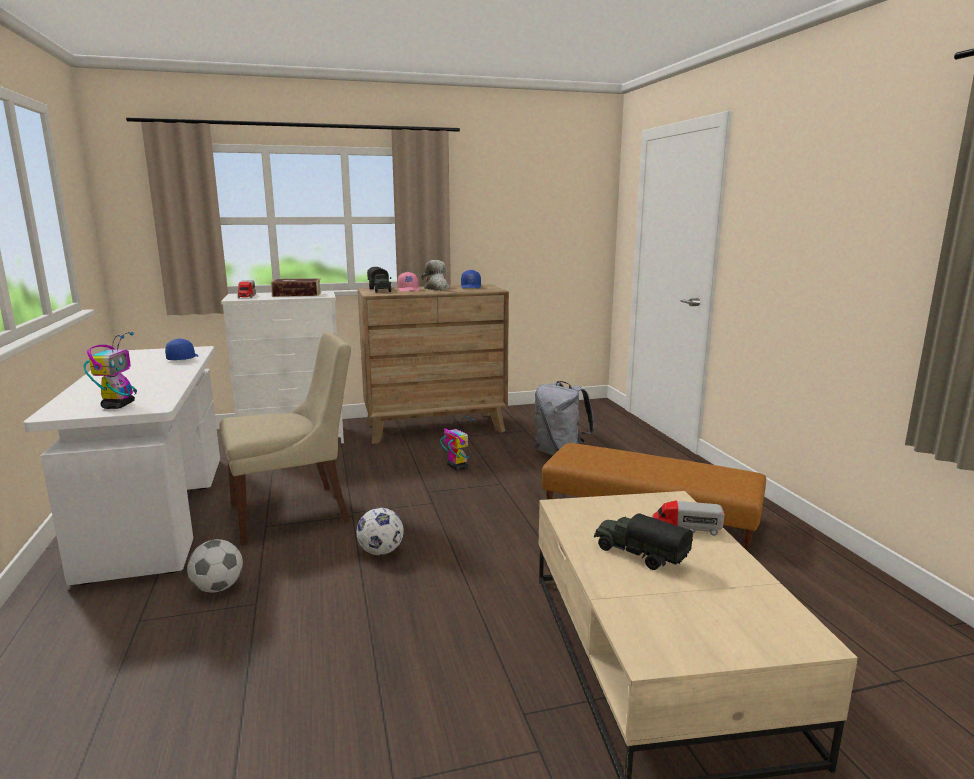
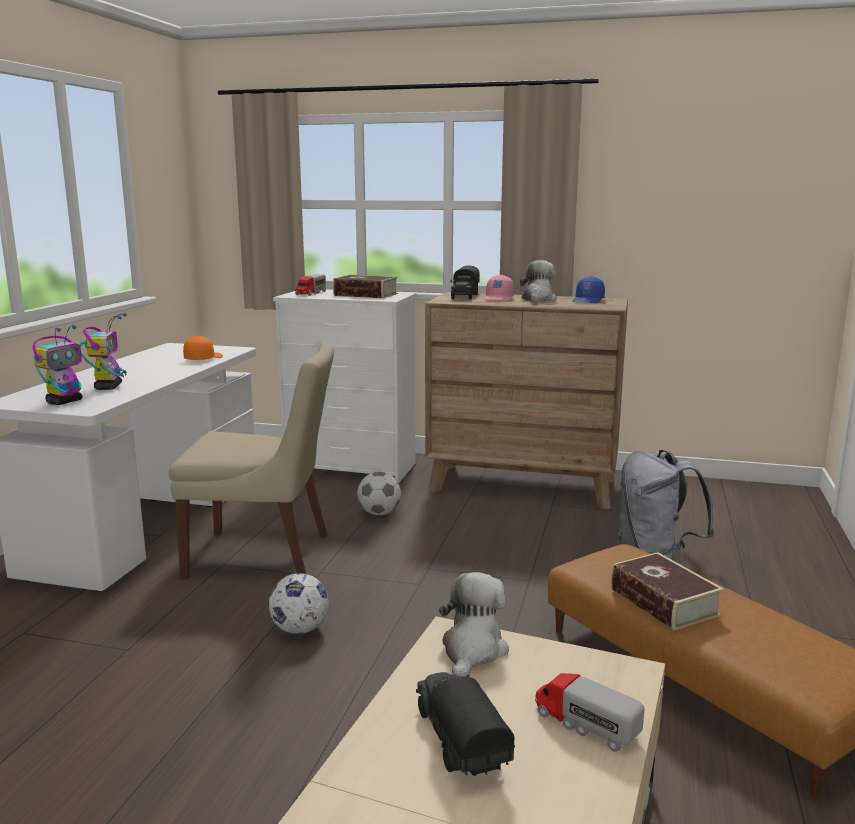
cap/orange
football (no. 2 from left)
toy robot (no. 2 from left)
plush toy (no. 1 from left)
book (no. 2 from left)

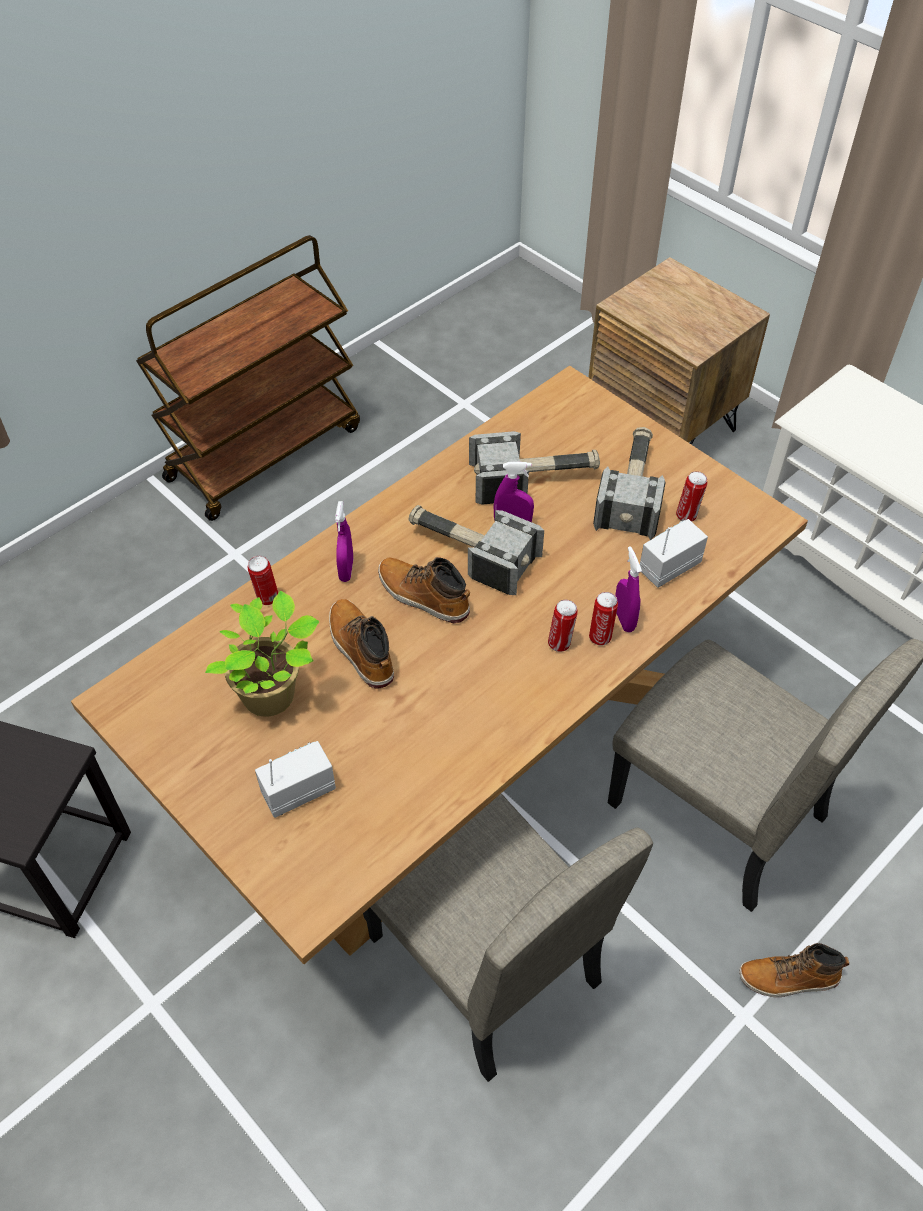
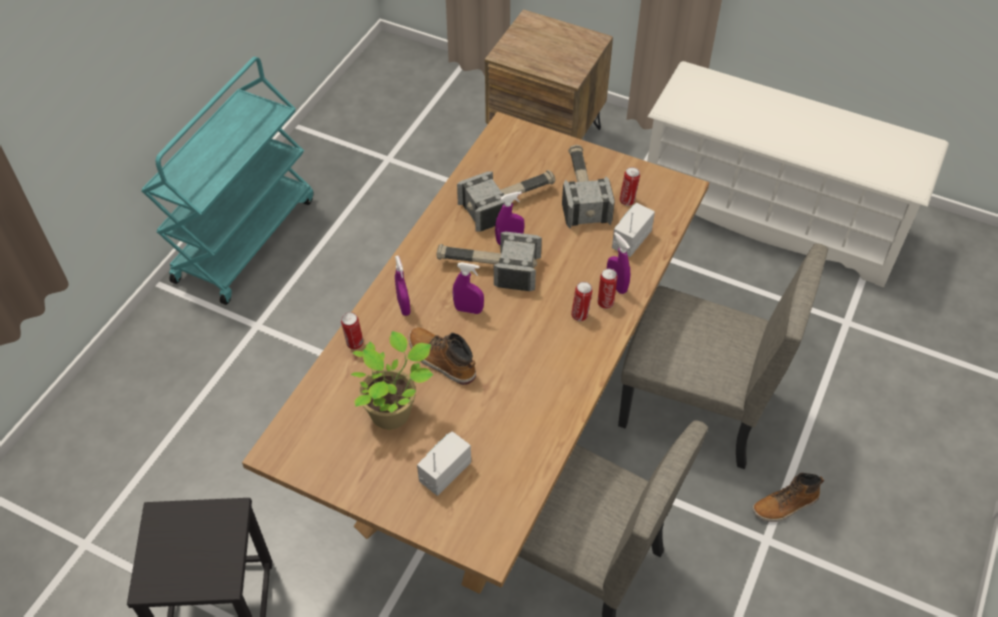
cart/turquoise
spray bottle/purple (no. 2 from left)

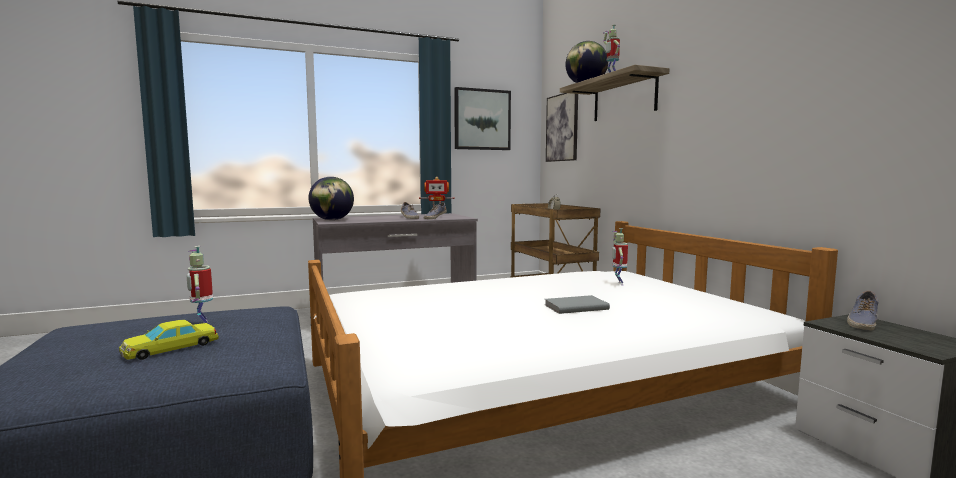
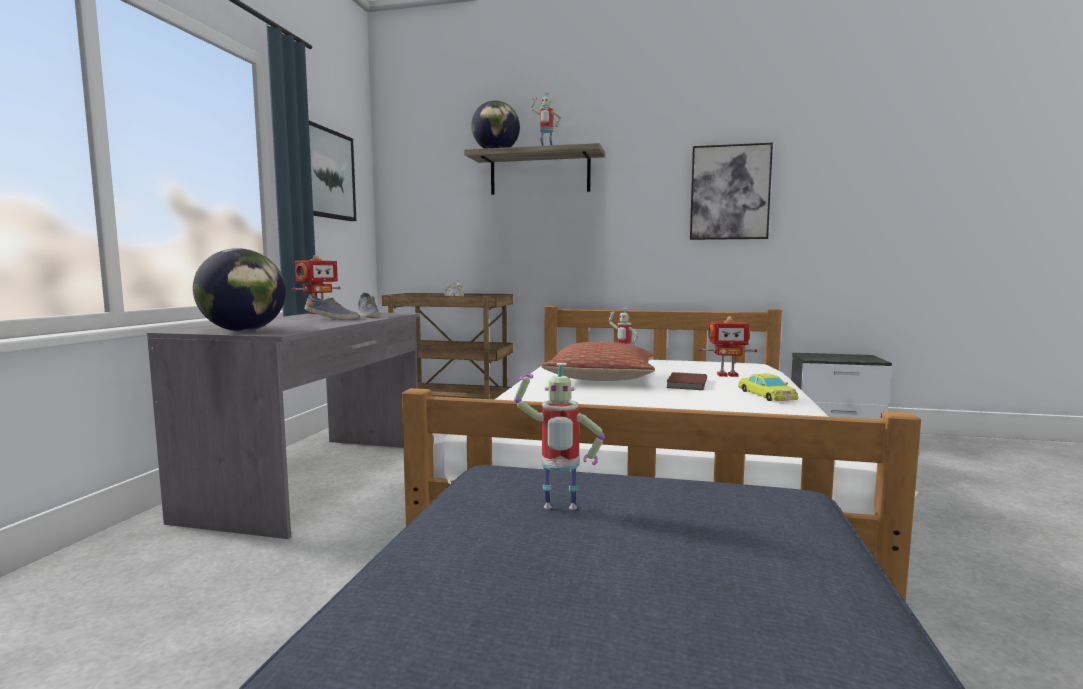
toy car/yellow
book/brown
picture (no. 2 from left)
shoe (no. 3 from left in the first image)
pillow
toy robot (no. 5 from left)

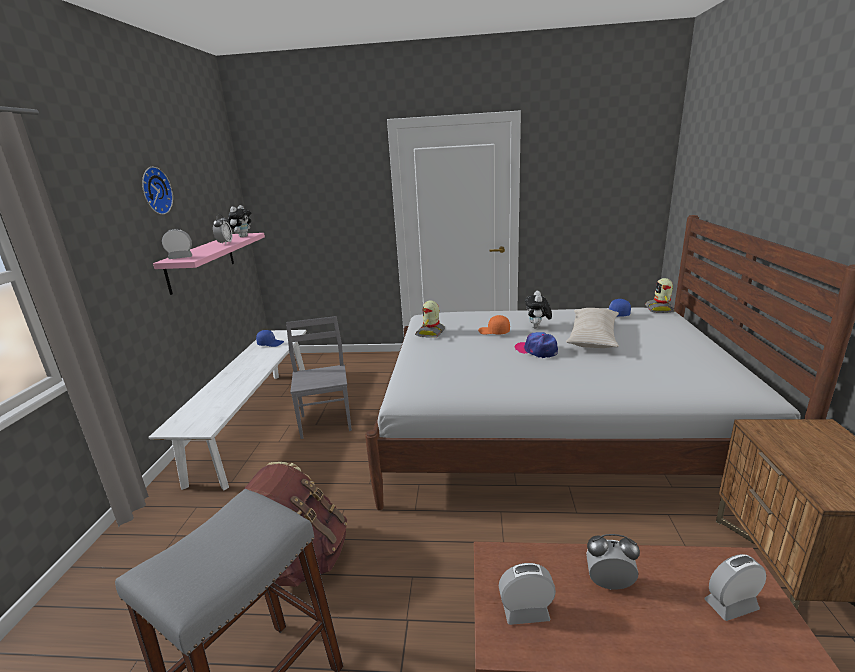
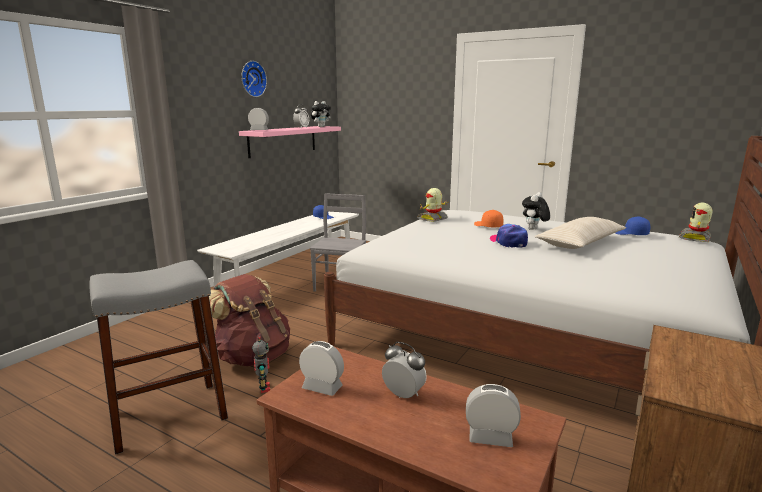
toy robot (no. 1 from left)

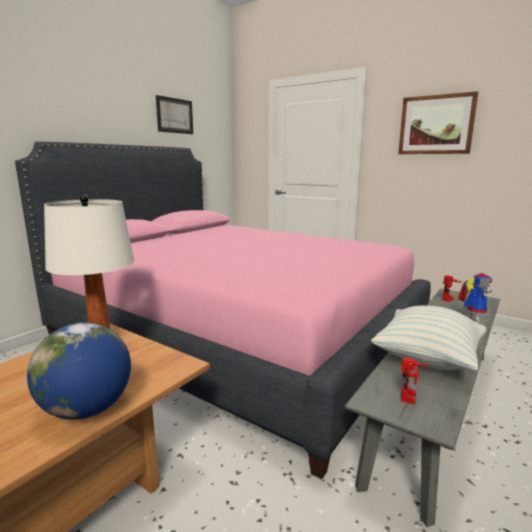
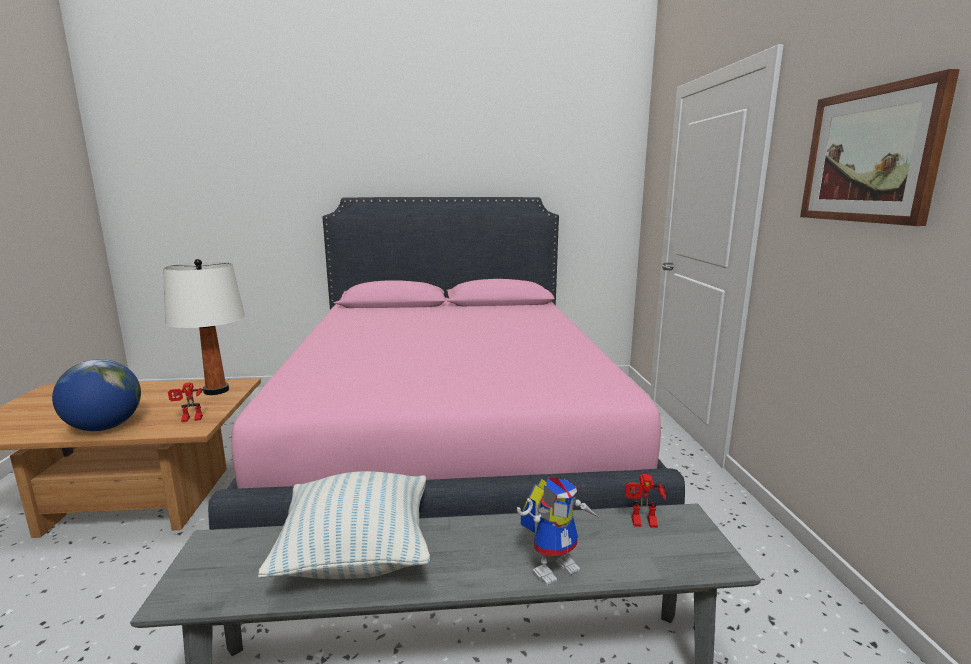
picture (no. 1 from left in the first image)
toy robot (no. 1 from left)

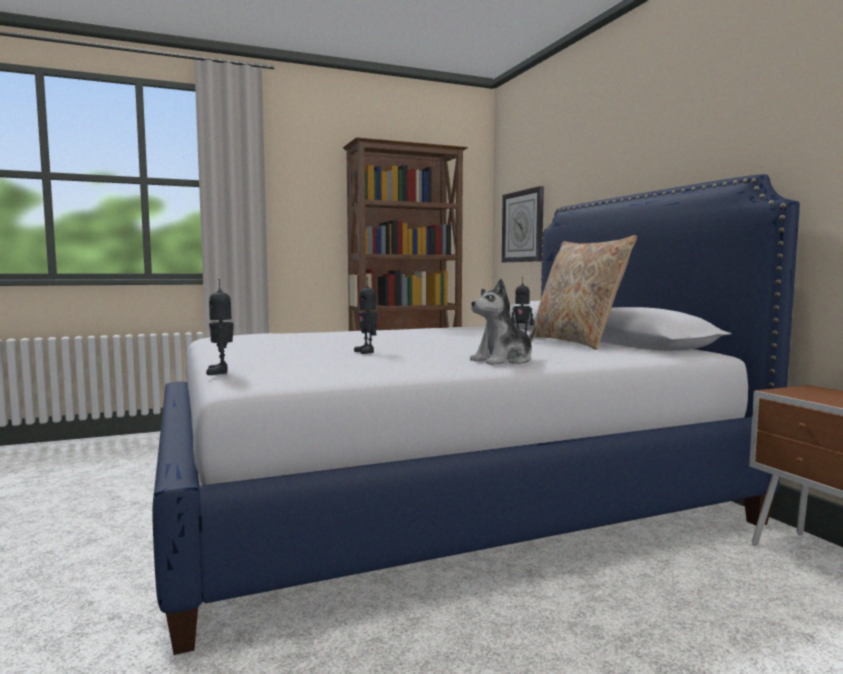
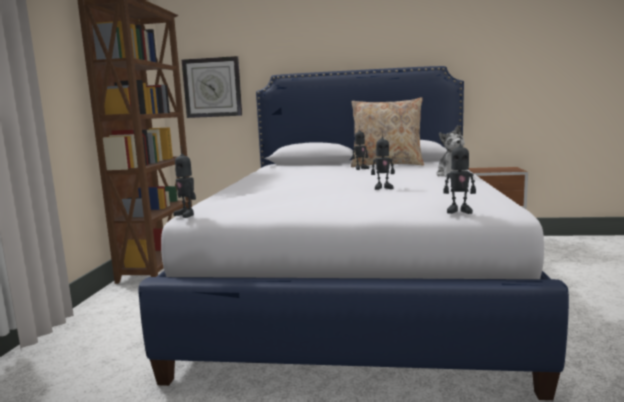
toy robot (no. 1 from left)

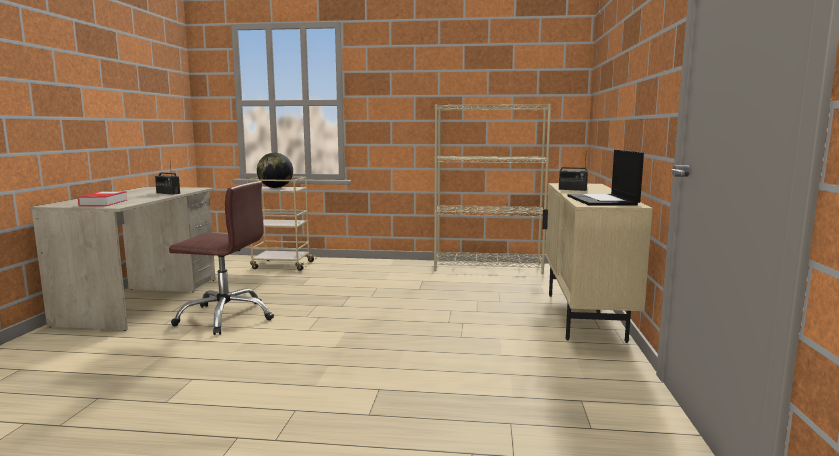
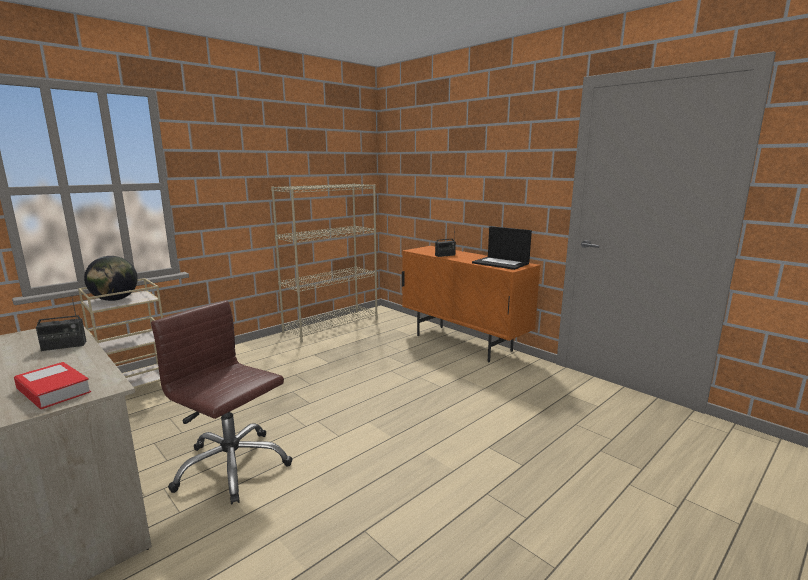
office chair/brown
cabinet/orange

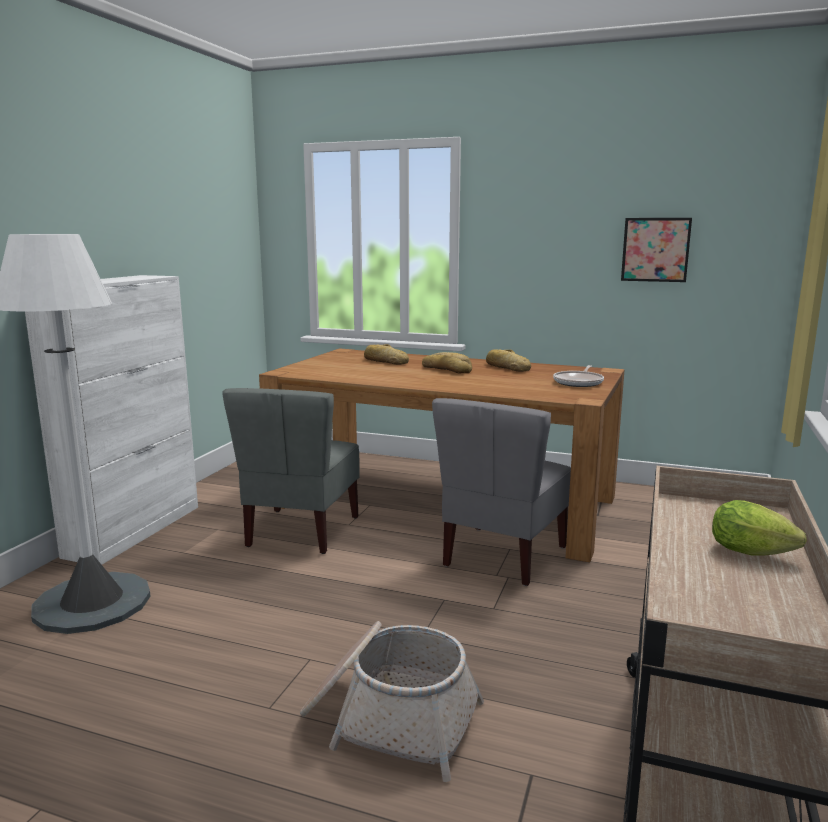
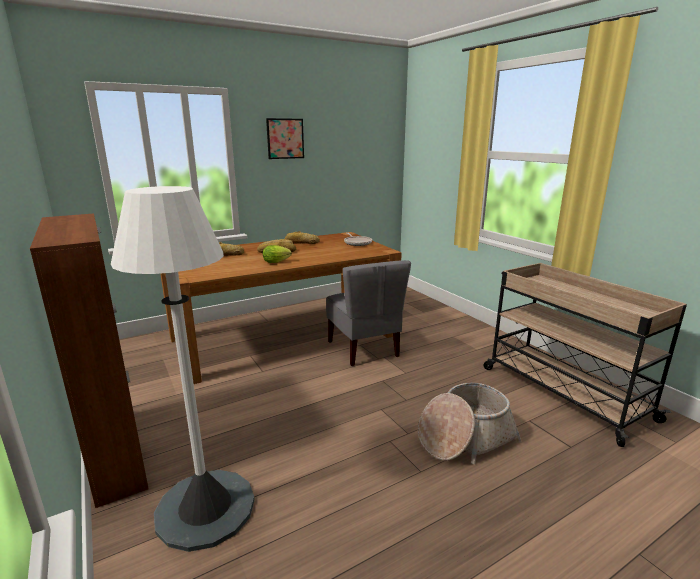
cabinet/brown
chair/grey (no. 1 from left in the first image)
picture
lettuce

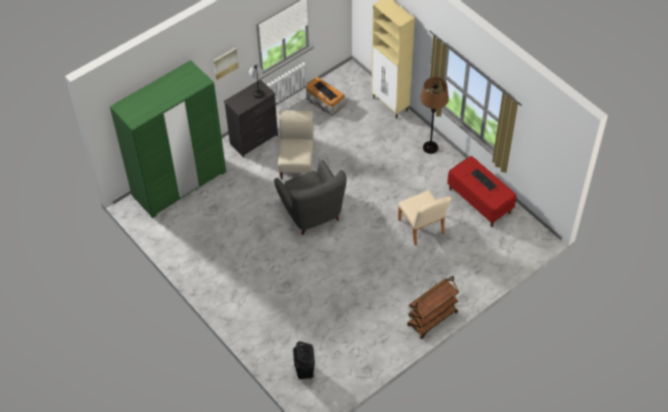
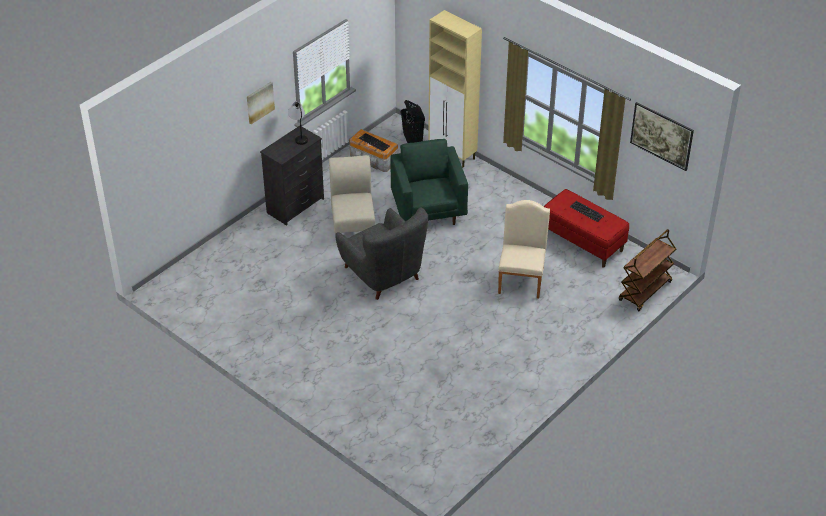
wardrobe/green
laundry basket/black
chair/beige (no. 2 from left)
cart/brown
floor lamp/brown
armchair/green
picture (no. 2 from left)

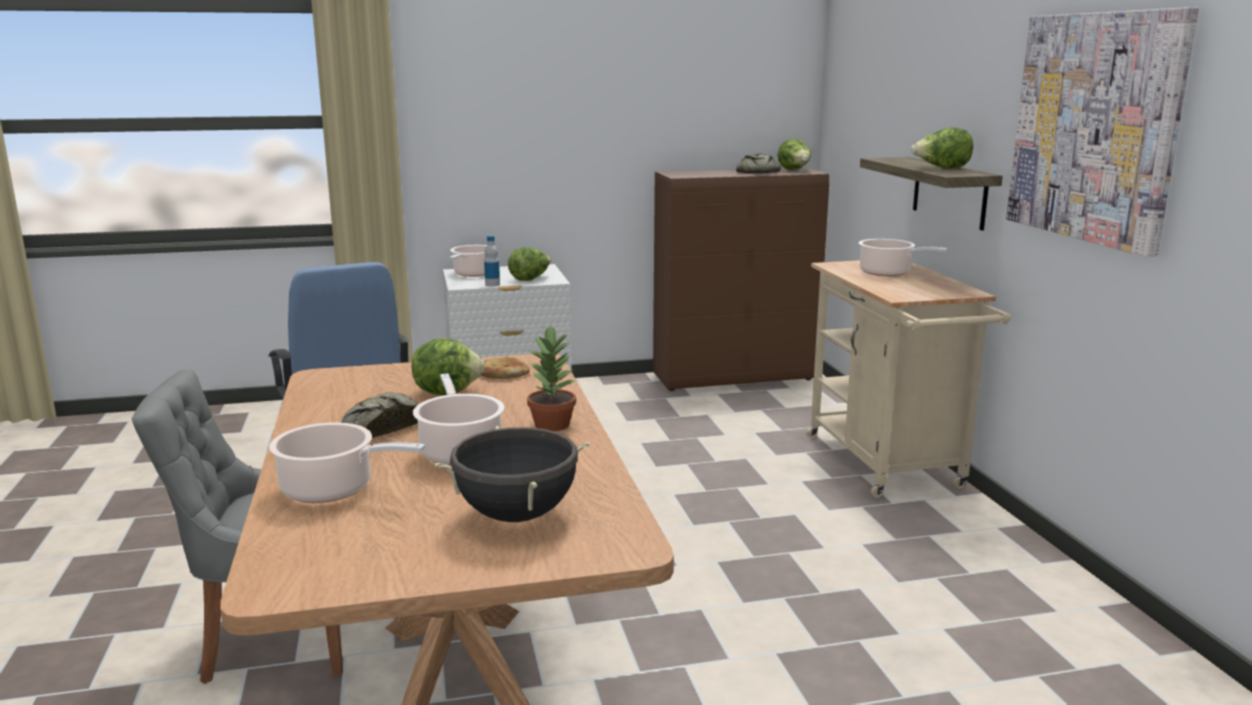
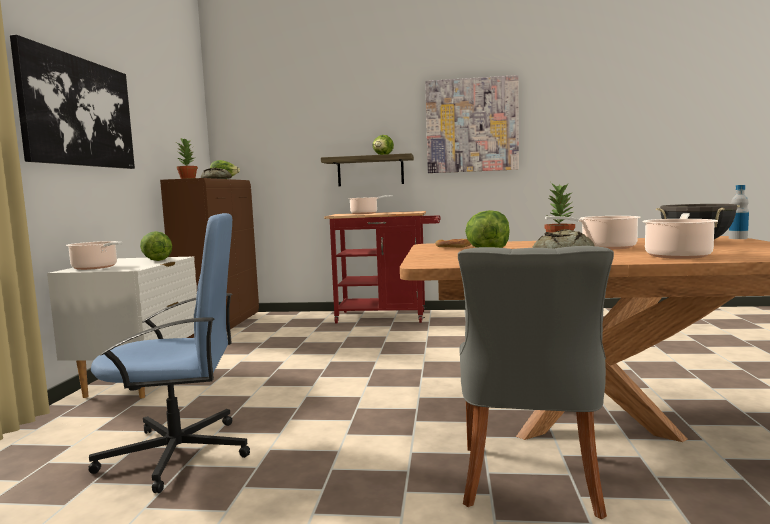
bottle
cart/red
picture (no. 1 from left)
potted plant (no. 1 from left)

